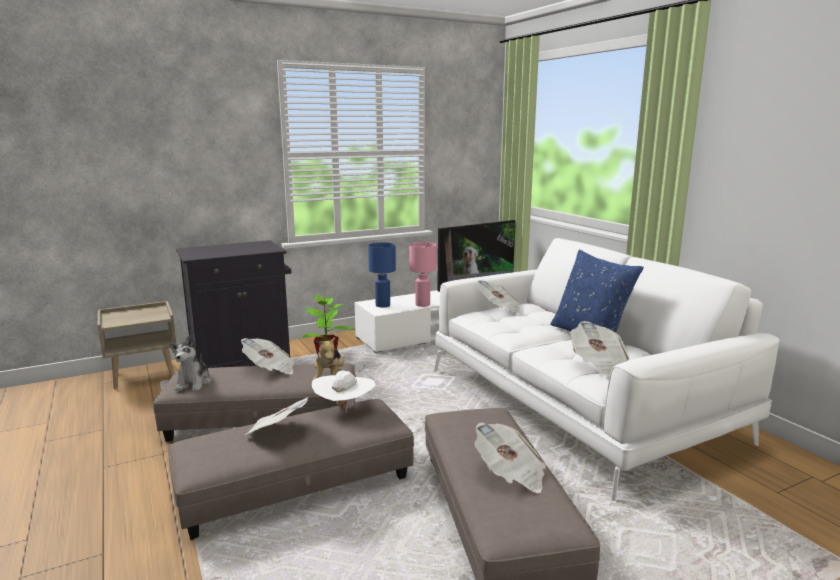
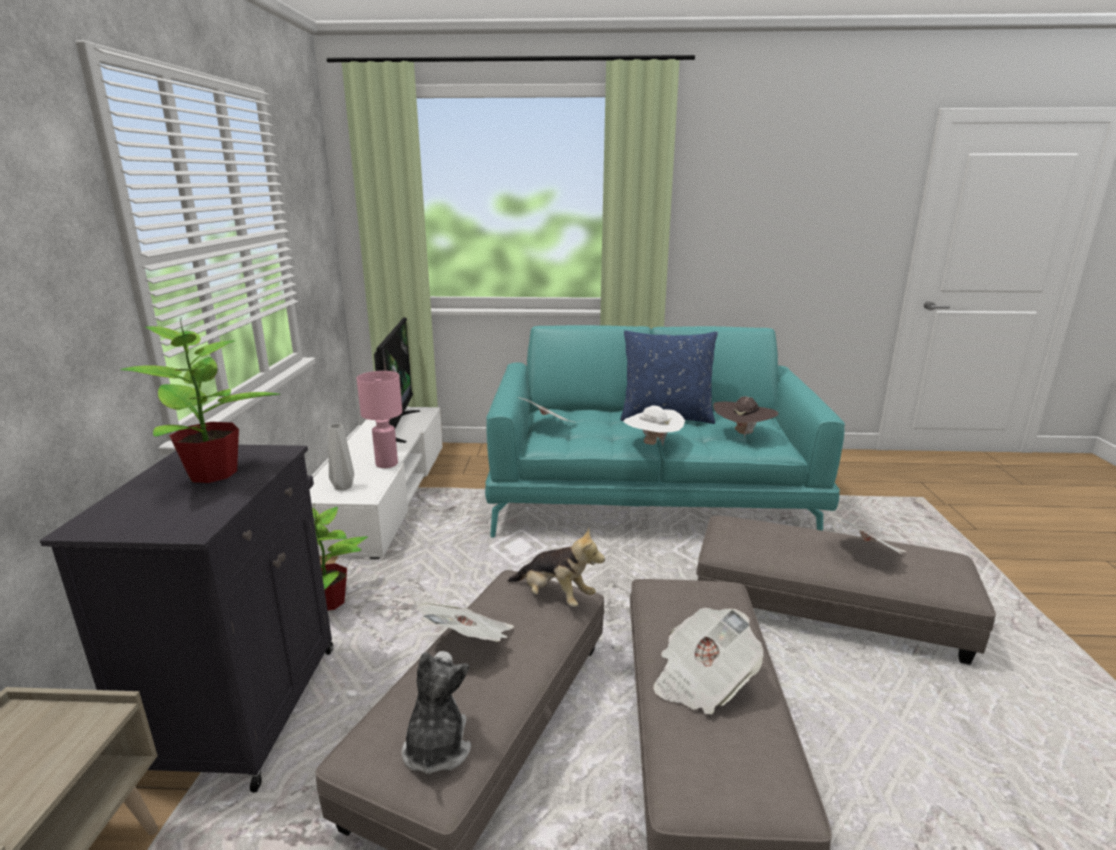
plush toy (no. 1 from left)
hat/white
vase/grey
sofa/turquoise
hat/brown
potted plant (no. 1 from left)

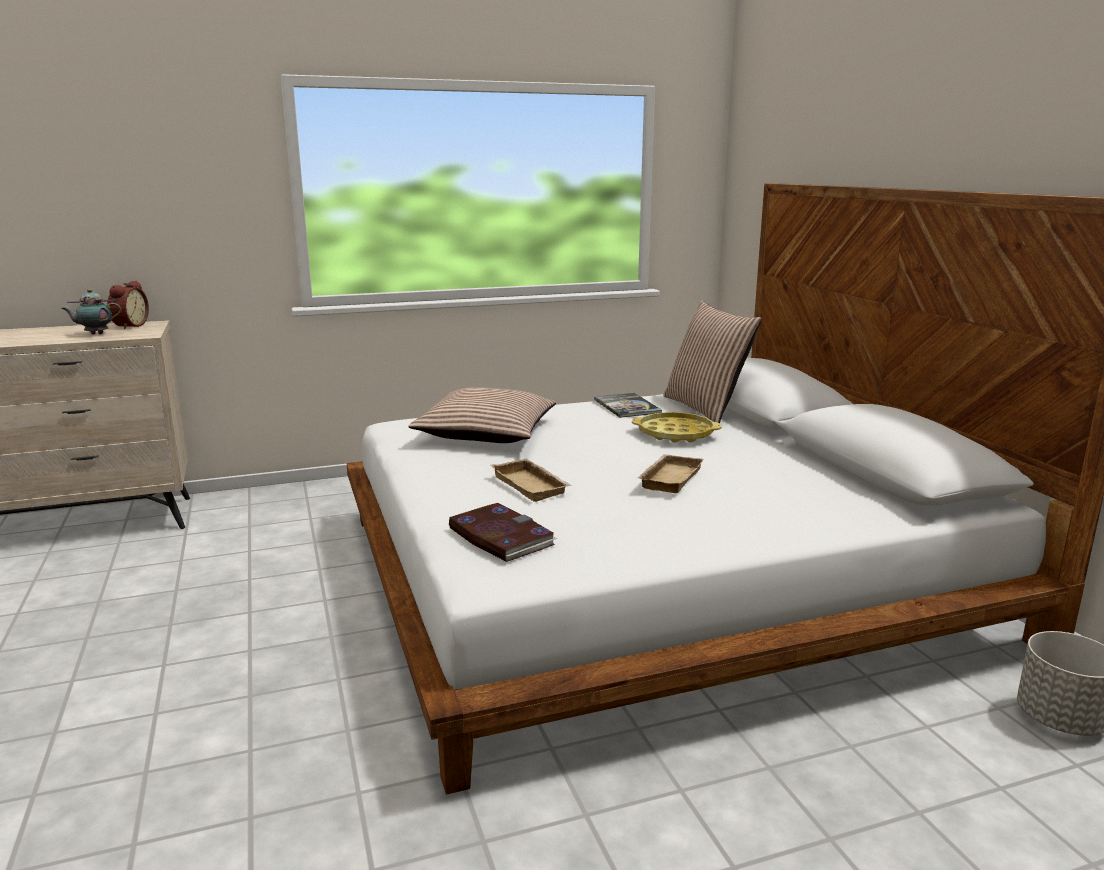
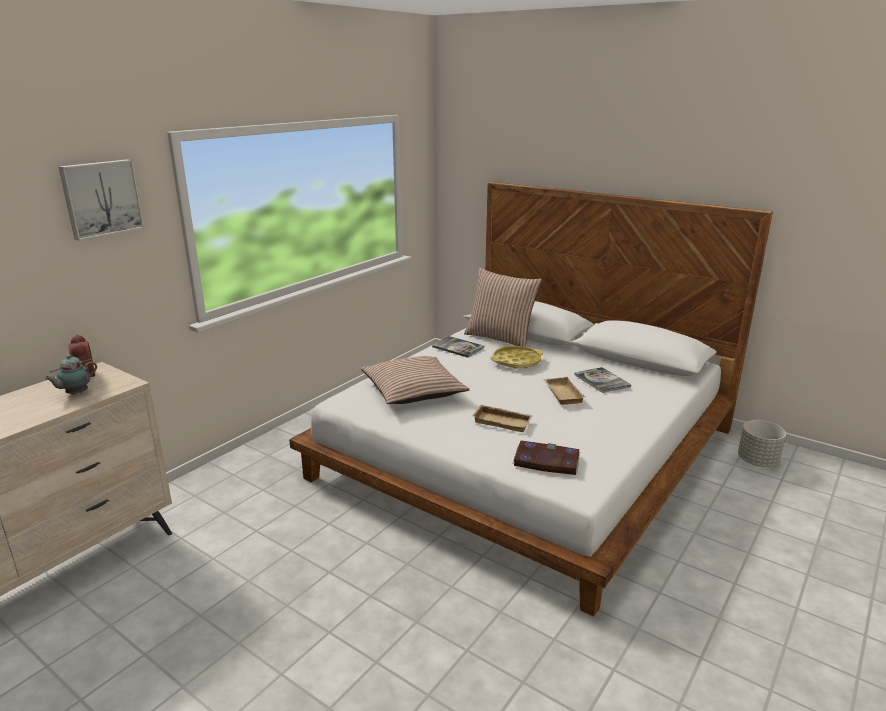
picture
book (no. 3 from left)

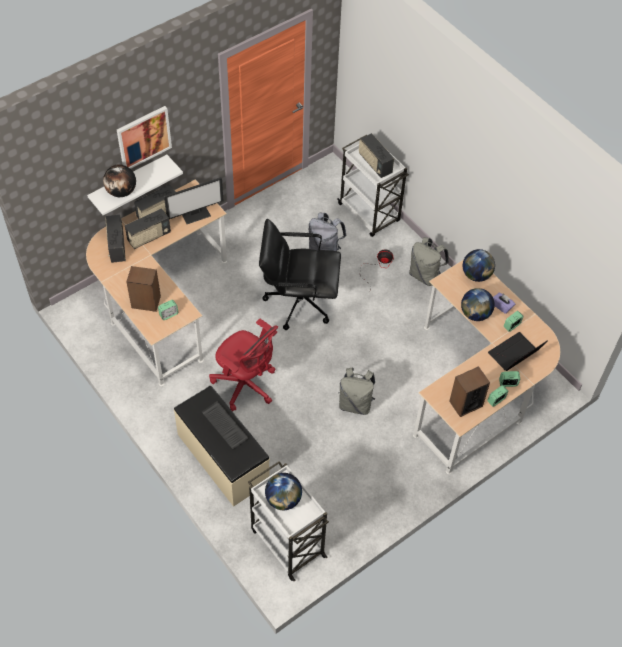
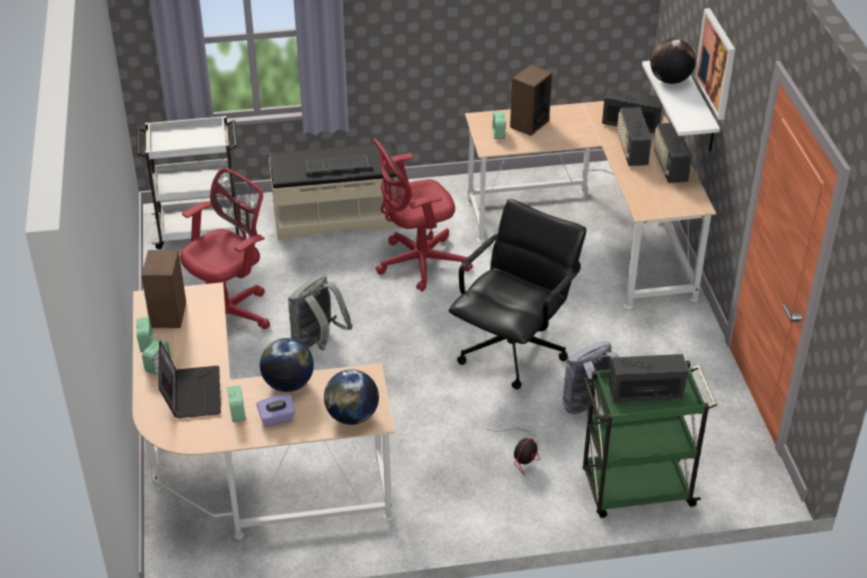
monitor
globe (no. 2 from left in the first image)
cart/green
backpack/grey (no. 3 from left in the first image)
office chair/red (no. 1 from left)

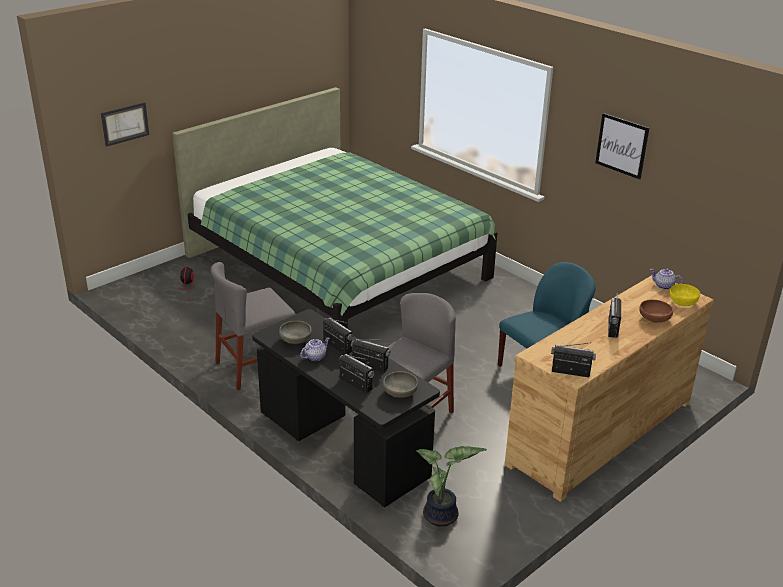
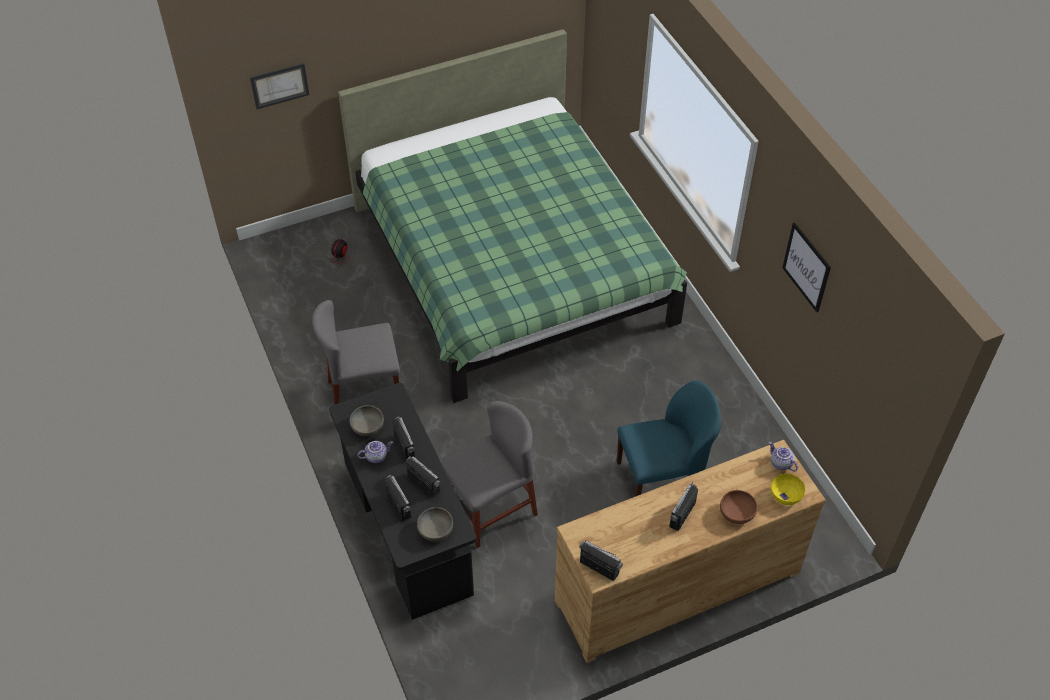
potted plant

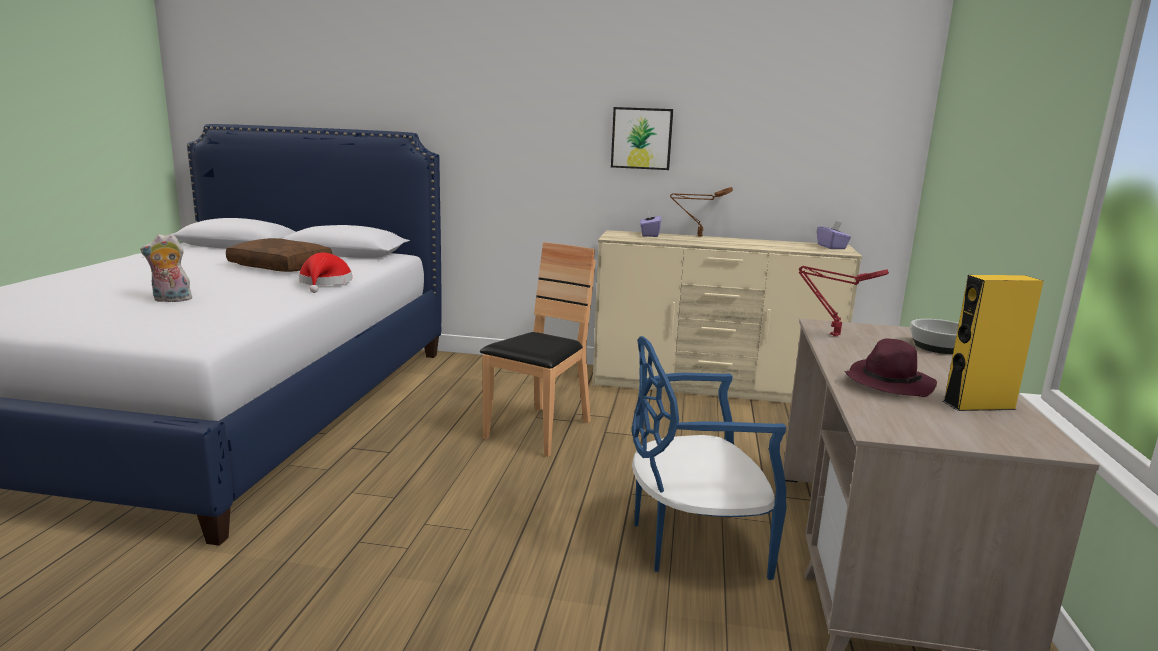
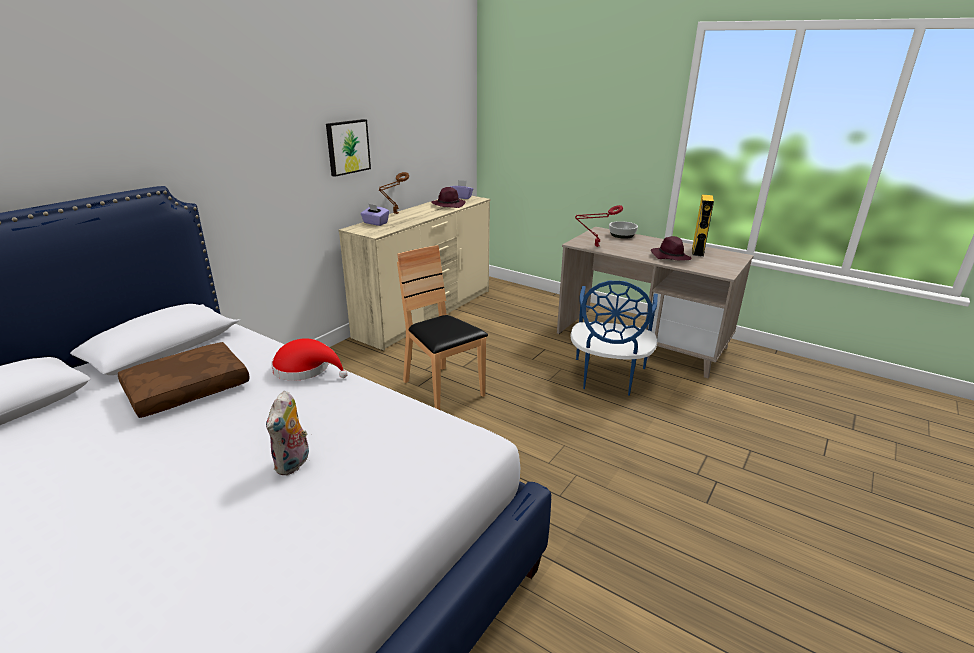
hat/purple (no. 1 from left)

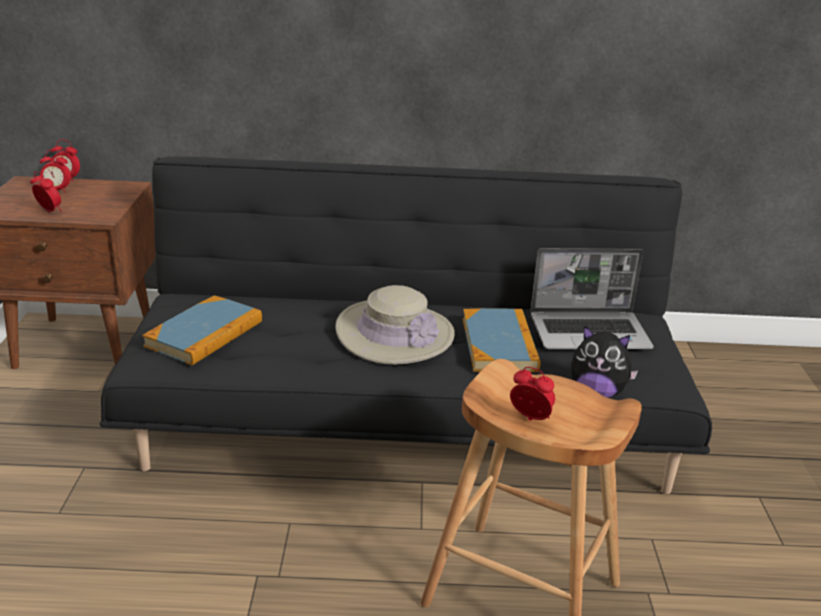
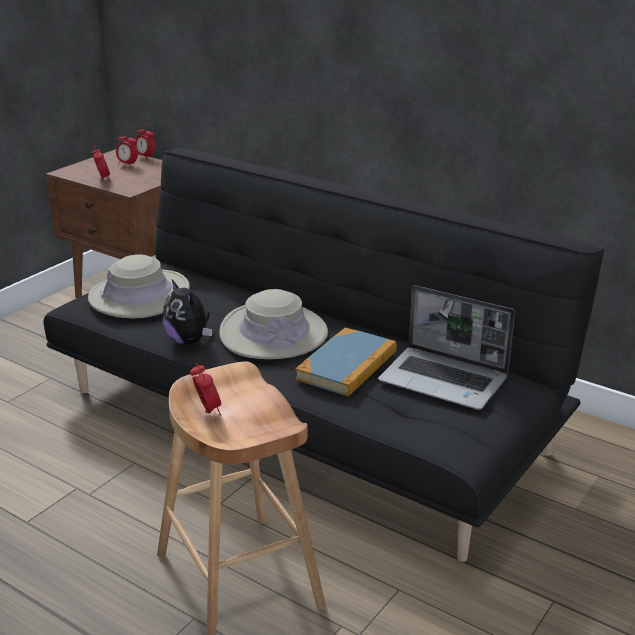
hat/beige (no. 1 from left)
plush toy

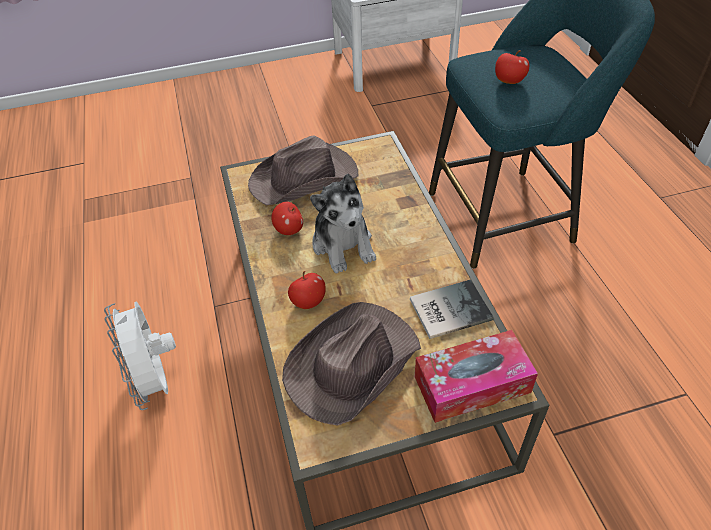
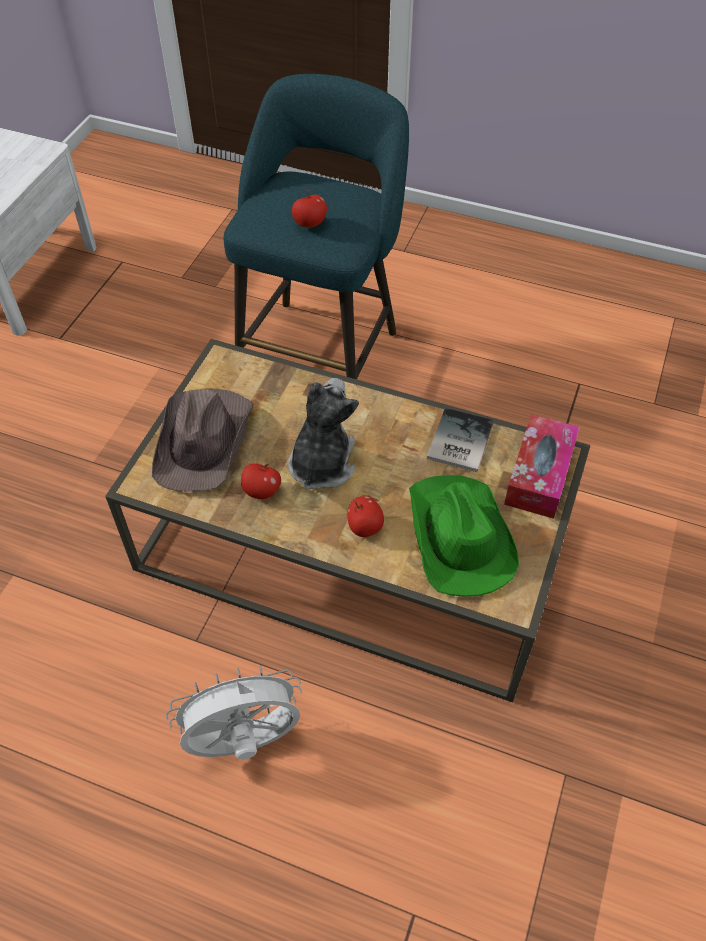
fan/white
hat/green
plush toy

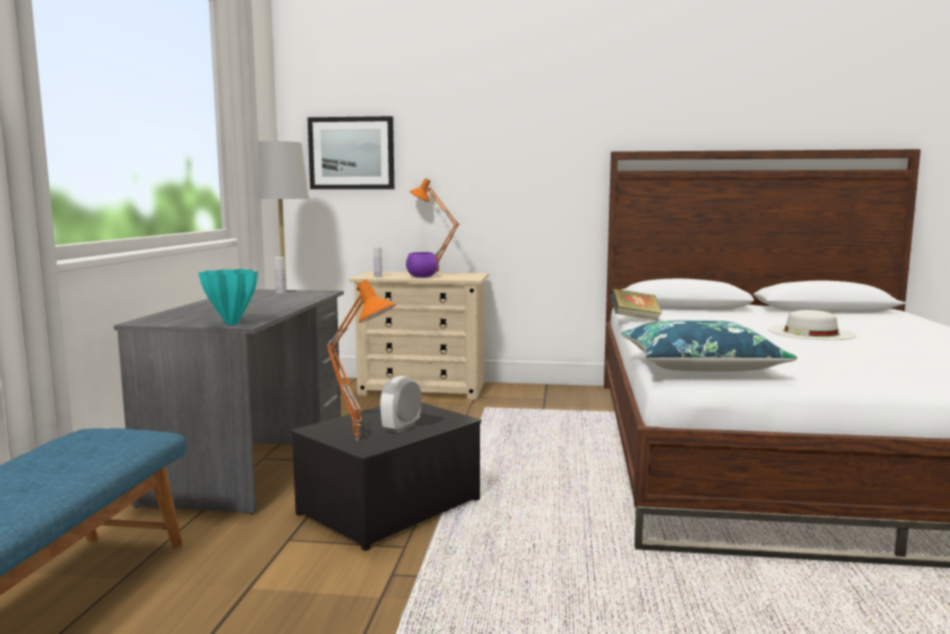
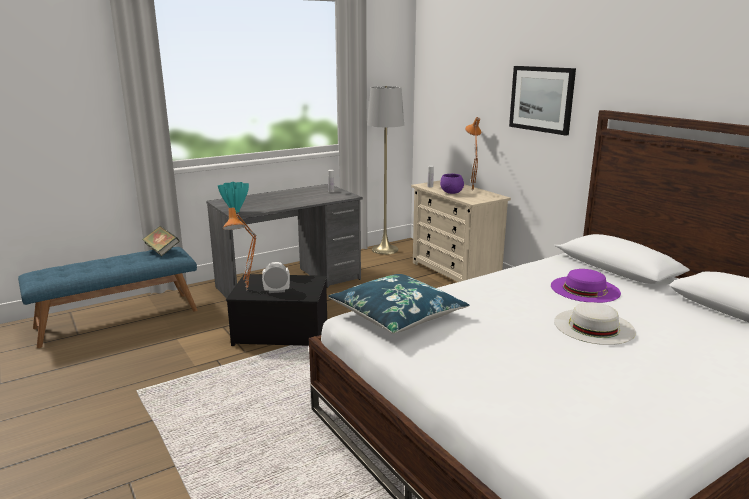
picture
book
hat/purple

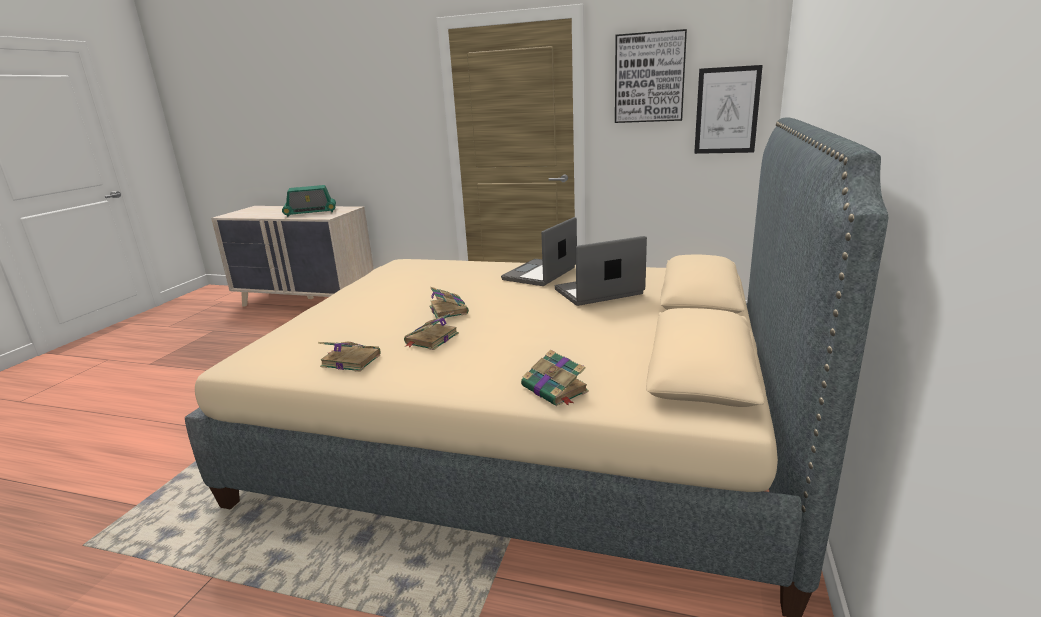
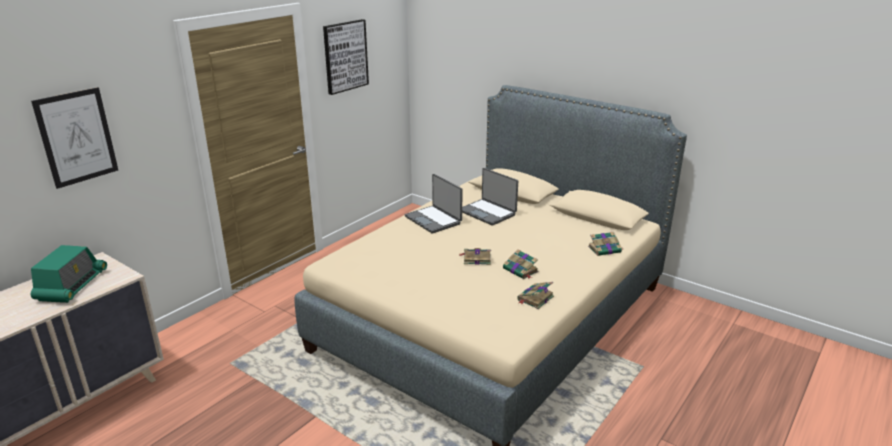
laptop (no. 2 from left)
picture (no. 1 from left)

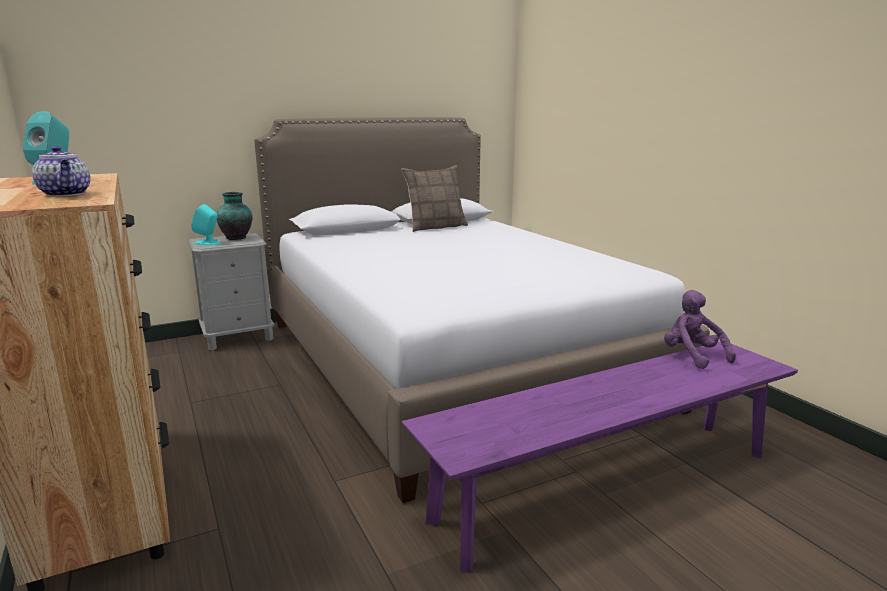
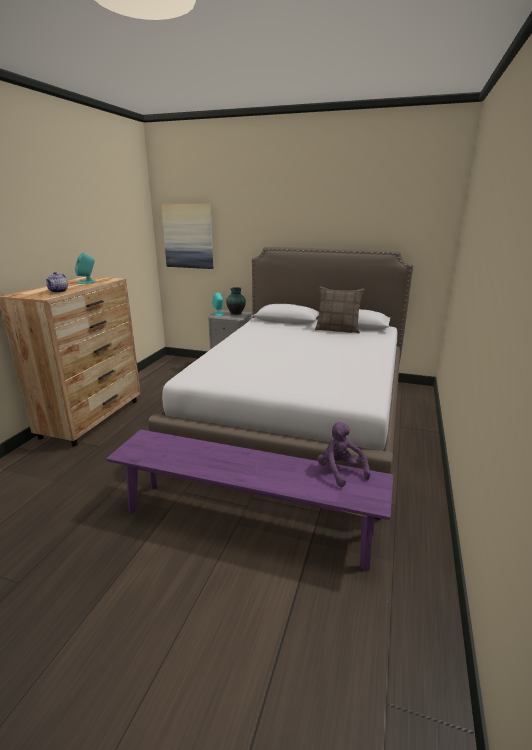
plush toy/purple
picture

